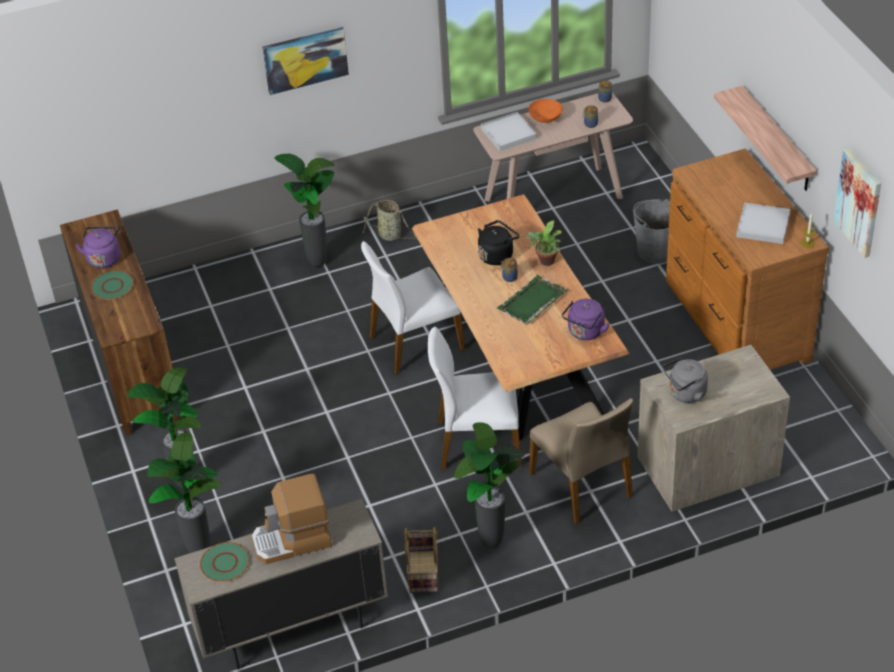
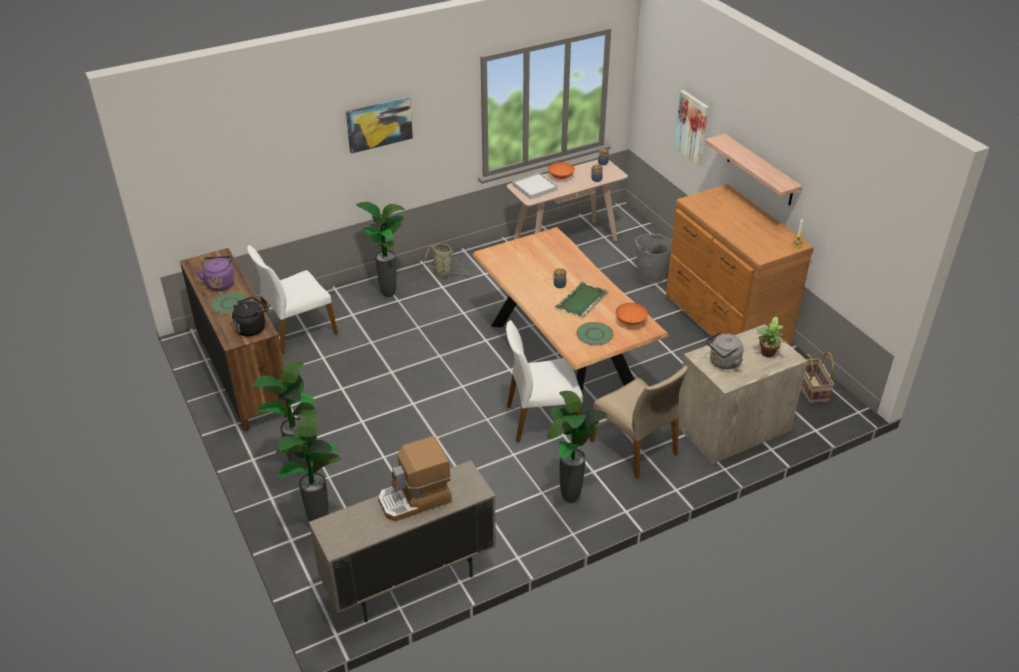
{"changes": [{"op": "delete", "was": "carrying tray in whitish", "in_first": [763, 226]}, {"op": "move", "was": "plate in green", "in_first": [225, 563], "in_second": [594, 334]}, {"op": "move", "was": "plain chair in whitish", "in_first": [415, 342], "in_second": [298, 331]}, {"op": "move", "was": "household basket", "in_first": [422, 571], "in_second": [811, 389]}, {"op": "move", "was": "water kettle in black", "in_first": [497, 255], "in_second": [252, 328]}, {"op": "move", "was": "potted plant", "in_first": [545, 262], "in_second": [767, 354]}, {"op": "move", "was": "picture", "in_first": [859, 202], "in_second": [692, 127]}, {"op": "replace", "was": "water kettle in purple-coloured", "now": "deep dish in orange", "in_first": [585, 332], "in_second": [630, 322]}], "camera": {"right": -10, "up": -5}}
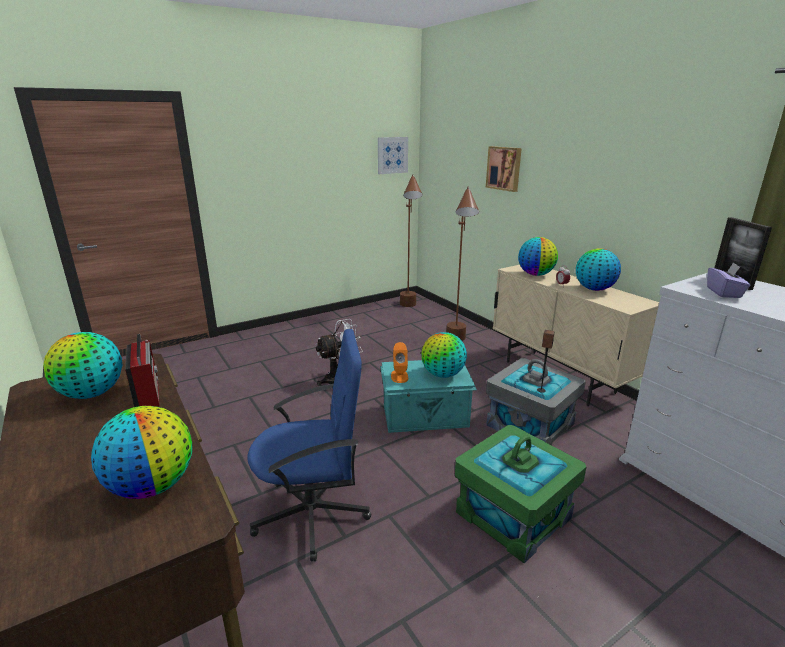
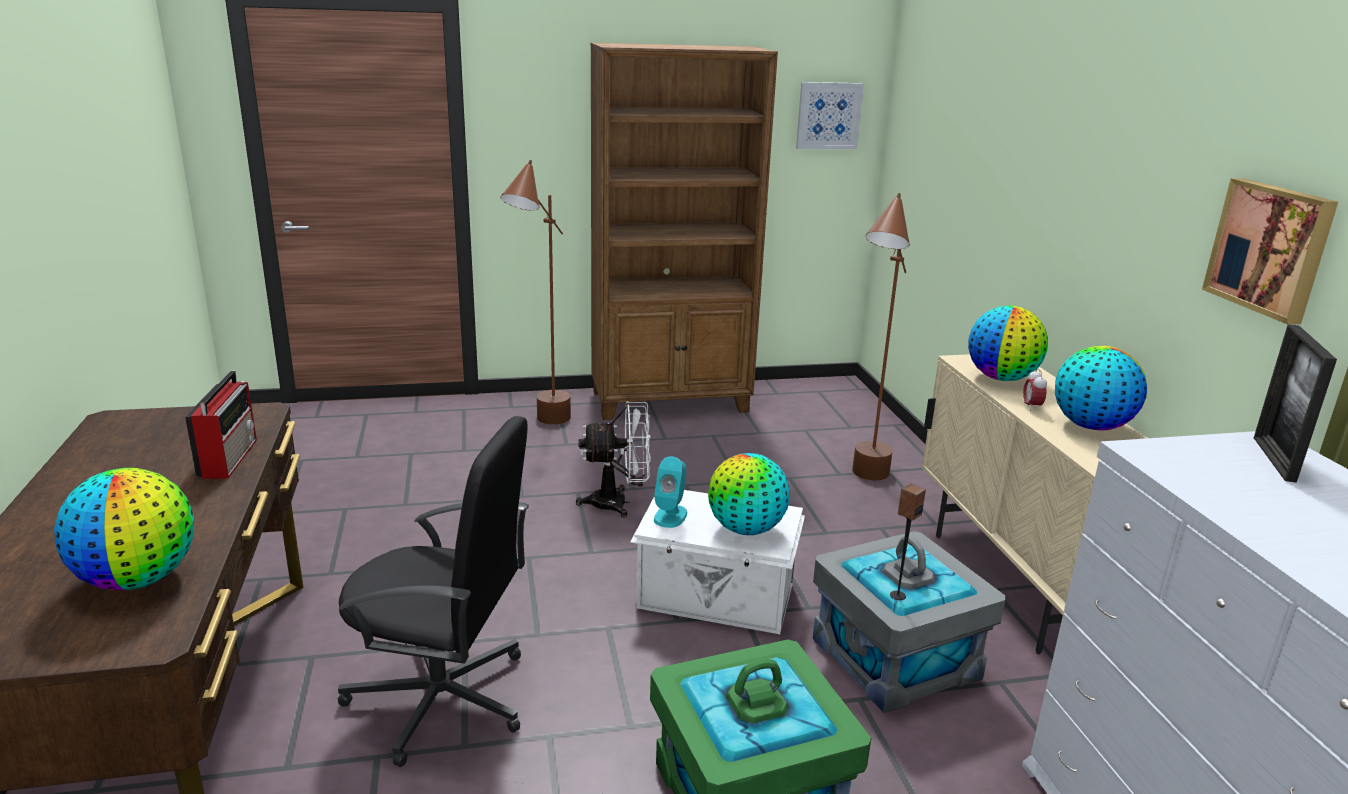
{"changes": [{"op": "delete", "was": "desk globe", "in_first": [92, 394]}, {"op": "delete", "was": "tissue box in purple-coloured", "in_first": [724, 293]}, {"op": "insert", "now": "bookcase in brown-coloured", "in_second": [671, 402]}, {"op": "move", "was": "standing lamp in brown-coloured", "in_first": [409, 309], "in_second": [542, 428]}, {"op": "move", "was": "picture", "in_first": [504, 168], "in_second": [1271, 248]}, {"op": "recolor", "was": "computer chair in blue", "now": "computer chair in black", "in_first": [313, 513], "in_second": [443, 699]}, {"op": "recolor", "was": "storage box in blue-green", "now": "storage box in whitish", "in_first": [425, 416], "in_second": [717, 597]}, {"op": "recolor", "was": "speaker in orange", "now": "speaker in blue-green", "in_first": [399, 376], "in_second": [670, 516]}], "camera": {"right": 20, "up": 0}}
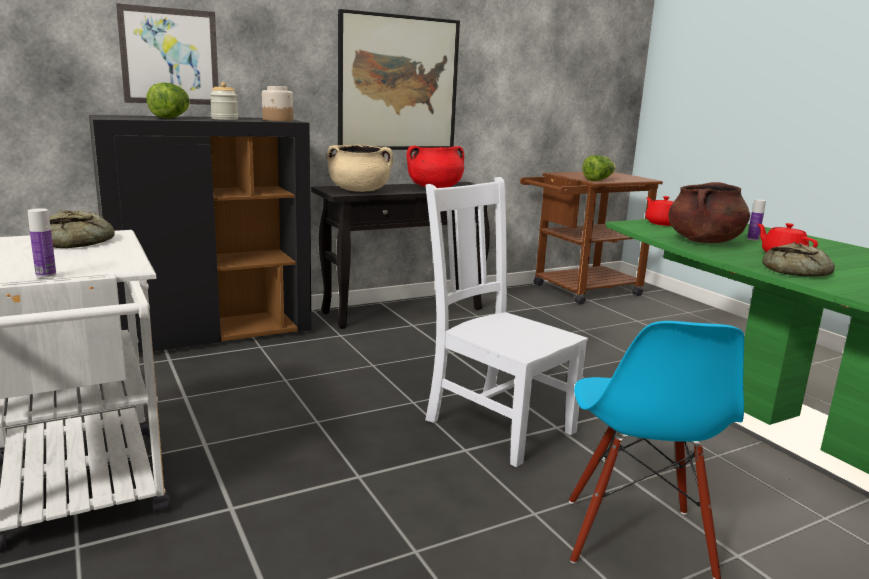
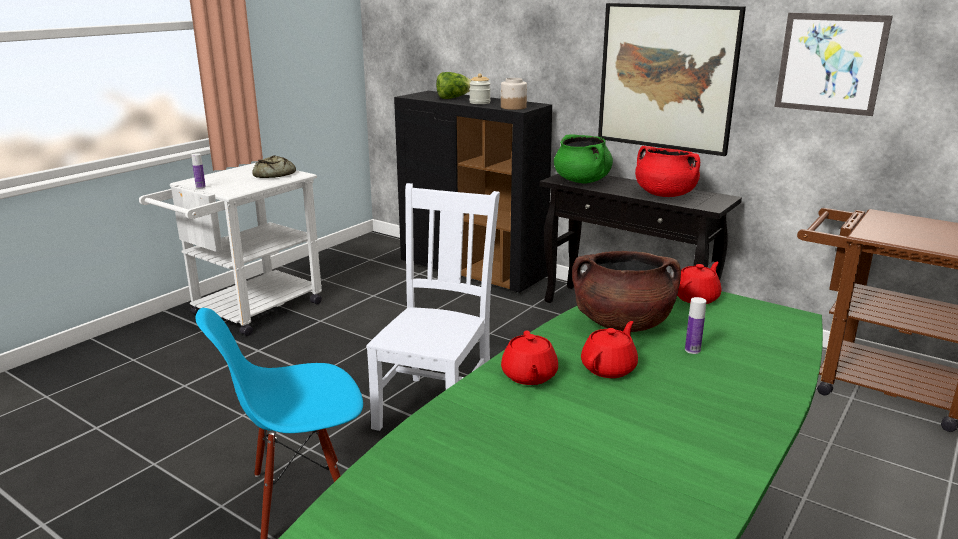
{"changes": [{"op": "delete", "was": "head of lettuce", "in_first": [598, 180]}, {"op": "move", "was": "picture", "in_first": [170, 56], "in_second": [830, 63]}, {"op": "replace", "was": "baked bread", "now": "pot for tea in red", "in_first": [797, 271], "in_second": [529, 376]}, {"op": "recolor", "was": "cooking pot in beige", "now": "cooking pot in green", "in_first": [359, 191], "in_second": [582, 181]}], "camera": {"right": 65, "up": 5}}
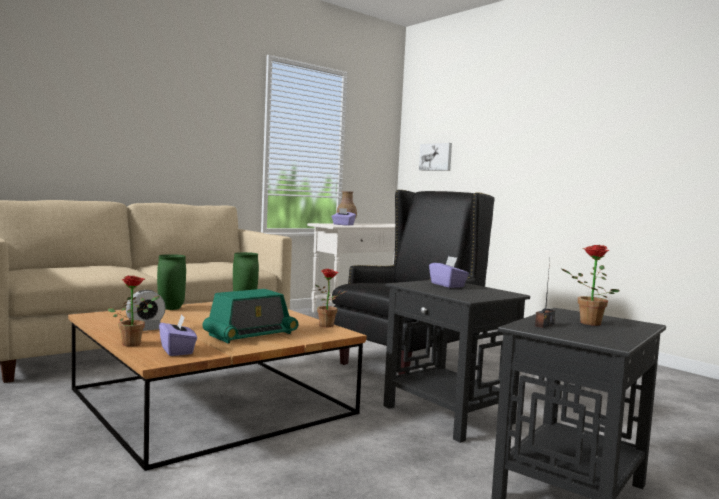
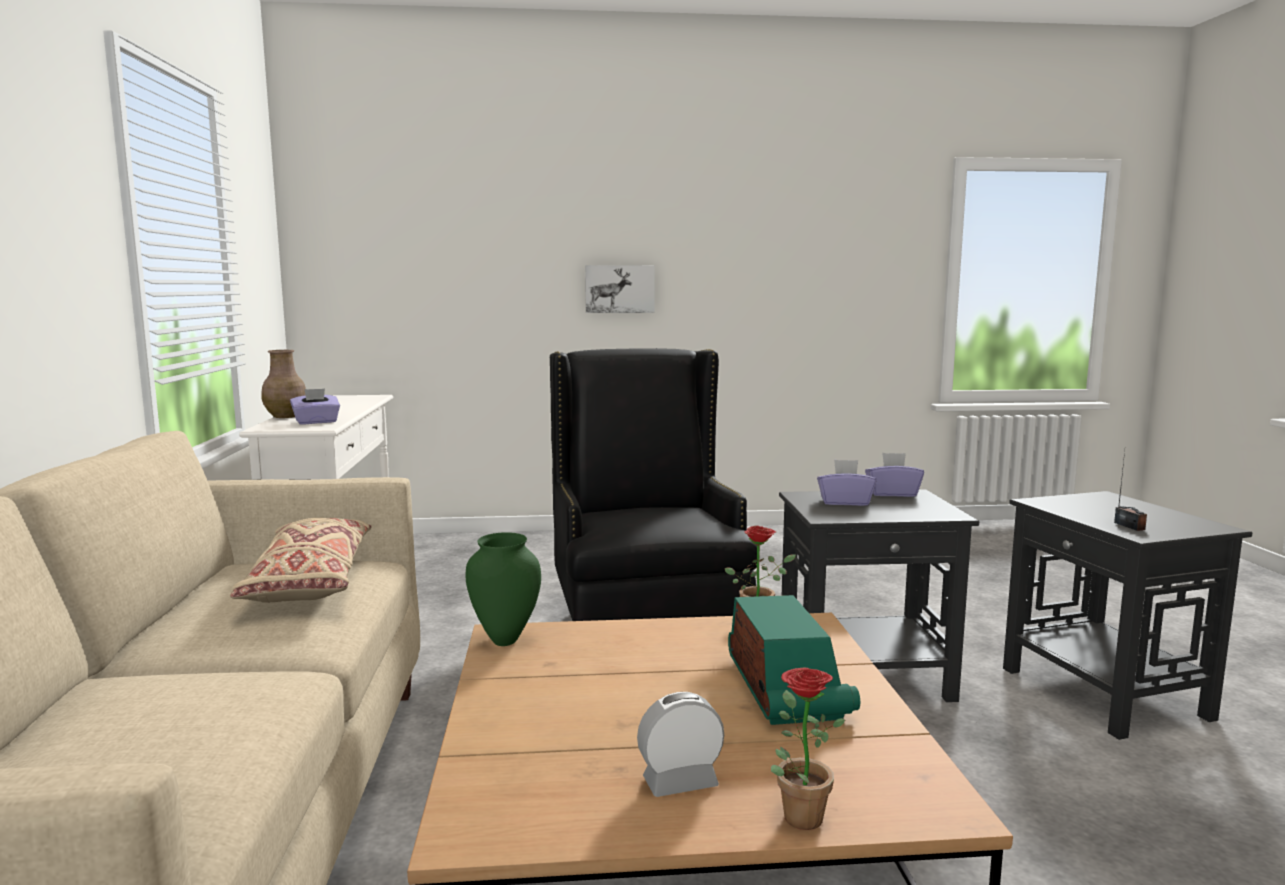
{"changes": [{"op": "delete", "was": "vase in green", "in_first": [172, 308]}, {"op": "delete", "was": "potted plant", "in_first": [586, 323]}, {"op": "insert", "now": "pillow in beige", "in_second": [310, 581]}, {"op": "move", "was": "tissue box in purple-coloured", "in_first": [177, 351], "in_second": [892, 493]}, {"op": "move", "was": "picture", "in_first": [436, 157], "in_second": [619, 289]}, {"op": "rotate", "was": "table clock", "in_first": [145, 329], "in_second": [680, 782], "clockwise": -105}], "camera": {"right": -55, "up": 5}}
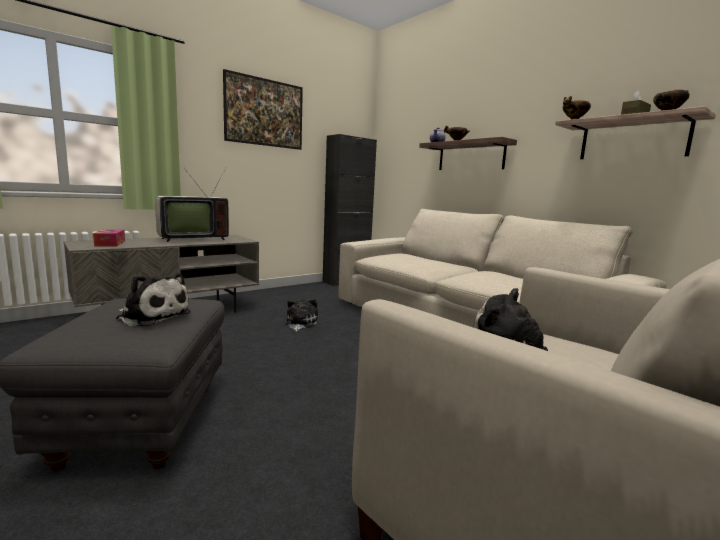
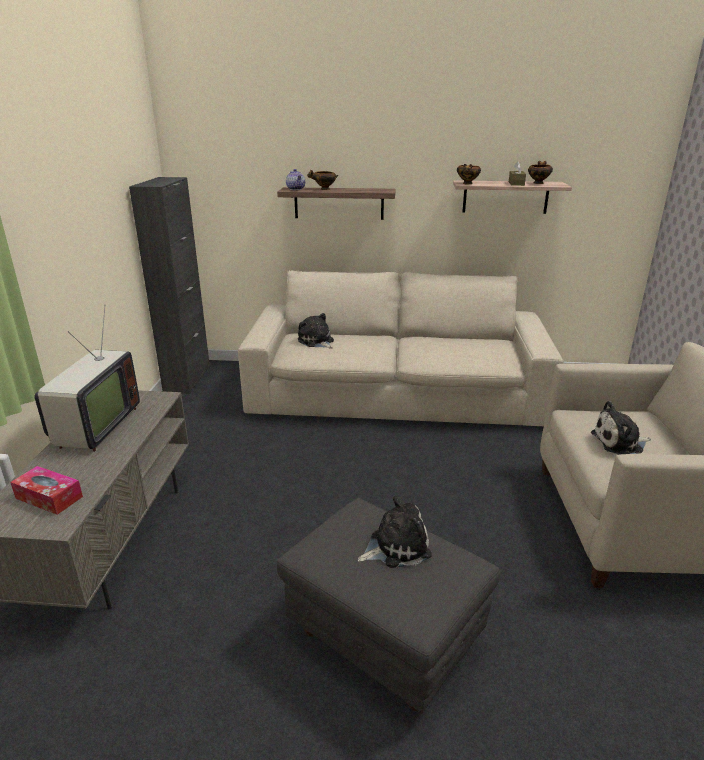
{"changes": [{"op": "delete", "was": "picture", "in_first": [264, 129]}, {"op": "move", "was": "cuddly toy", "in_first": [300, 323], "in_second": [316, 341]}], "camera": {"right": -45, "up": 15}}
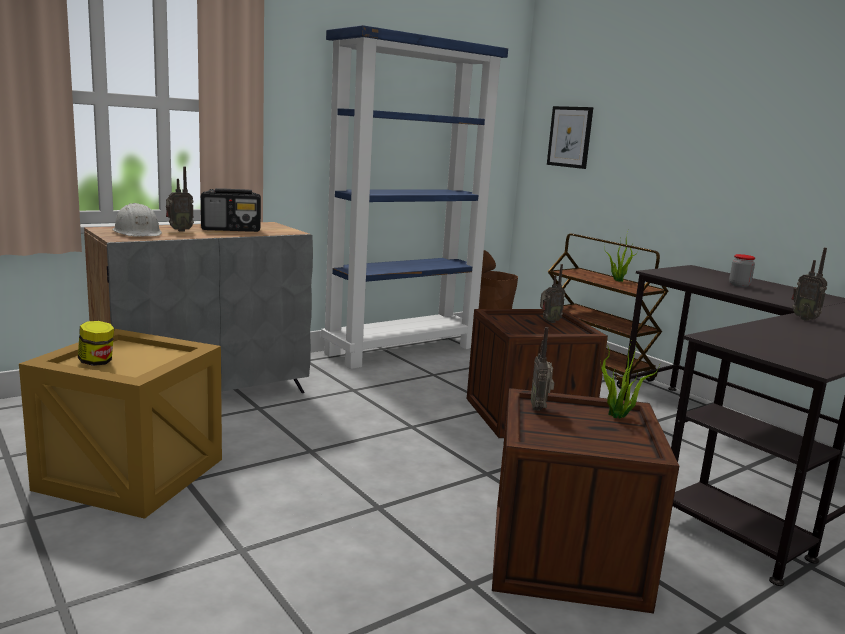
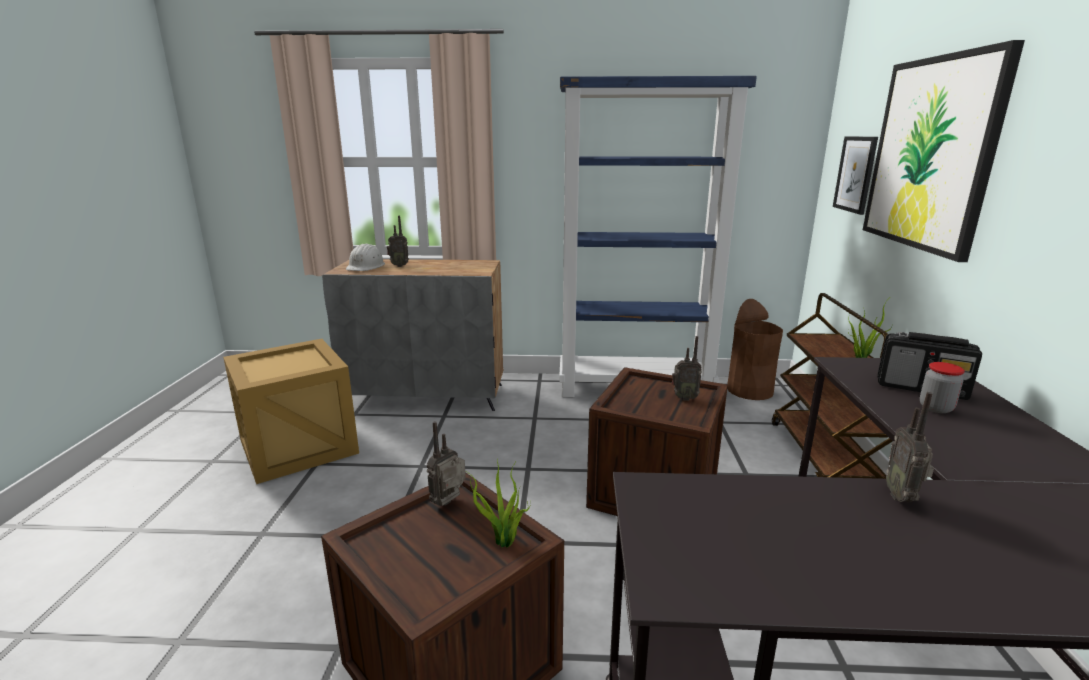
{"changes": [{"op": "delete", "was": "preserve jar", "in_first": [97, 362]}, {"op": "insert", "now": "picture", "in_second": [931, 154]}, {"op": "move", "was": "radio", "in_first": [232, 230], "in_second": [922, 388]}], "camera": {"right": 40, "up": 5}}
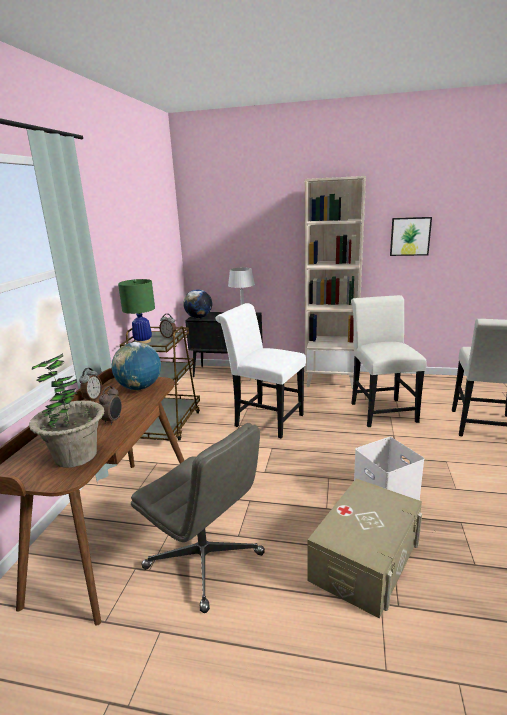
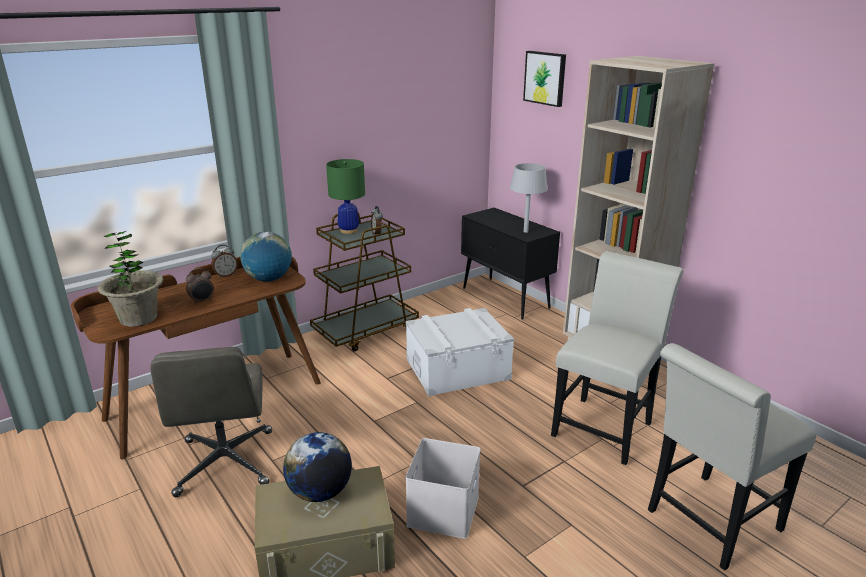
{"changes": [{"op": "move", "was": "desk globe", "in_first": [199, 317], "in_second": [320, 492]}, {"op": "move", "was": "picture", "in_first": [410, 236], "in_second": [545, 78]}, {"op": "replace", "was": "plain chair in whitish", "now": "storage box in whitish", "in_first": [264, 419], "in_second": [457, 369]}], "camera": {"right": 40, "up": 5}}
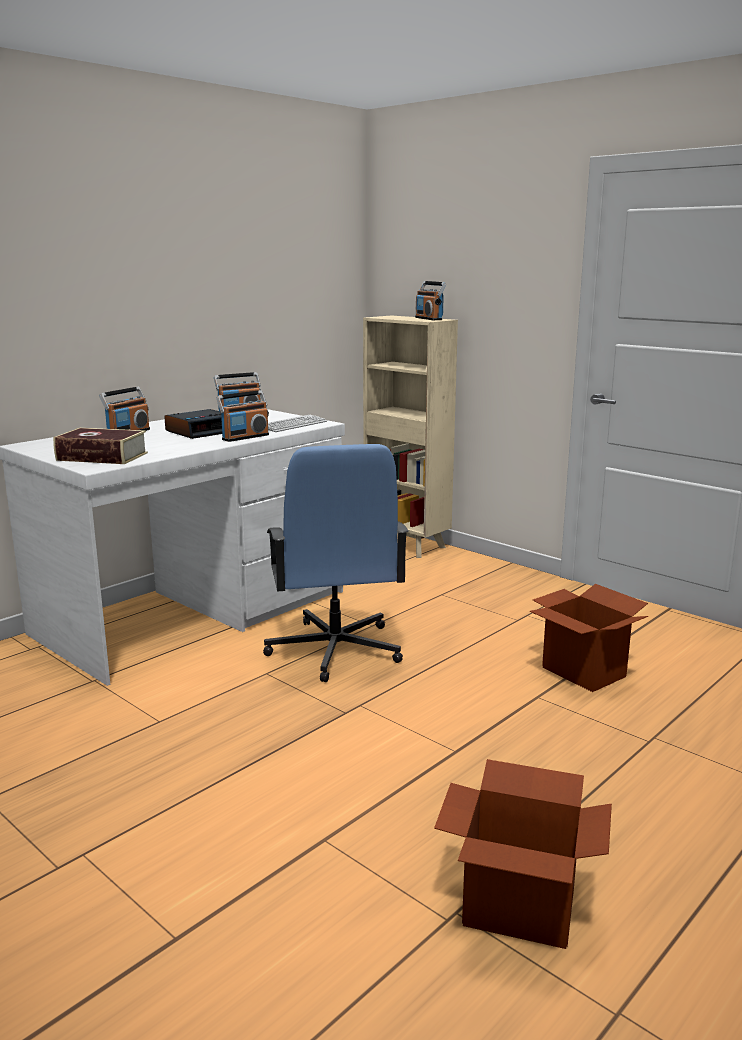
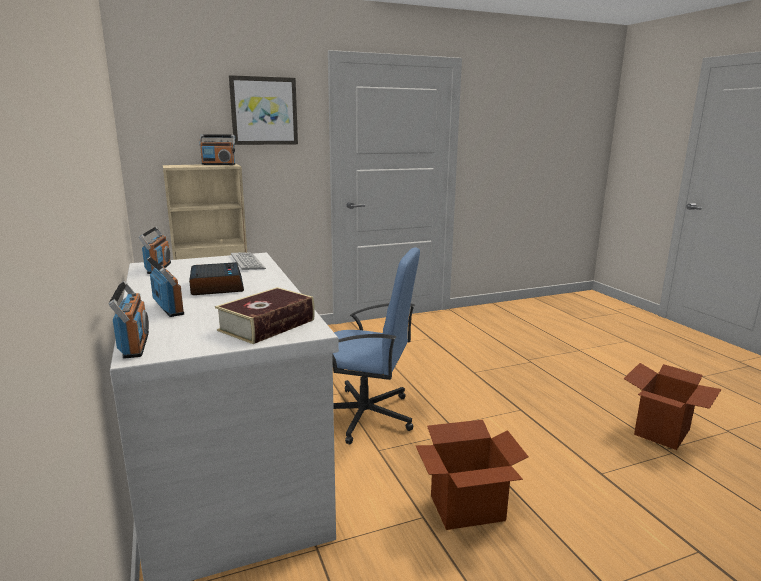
{"changes": [{"op": "insert", "now": "picture", "in_second": [264, 111]}, {"op": "move", "was": "radio", "in_first": [245, 437], "in_second": [135, 345]}, {"op": "move", "was": "cardboard box", "in_first": [583, 672], "in_second": [466, 508]}], "camera": {"right": -65, "up": 0}}
